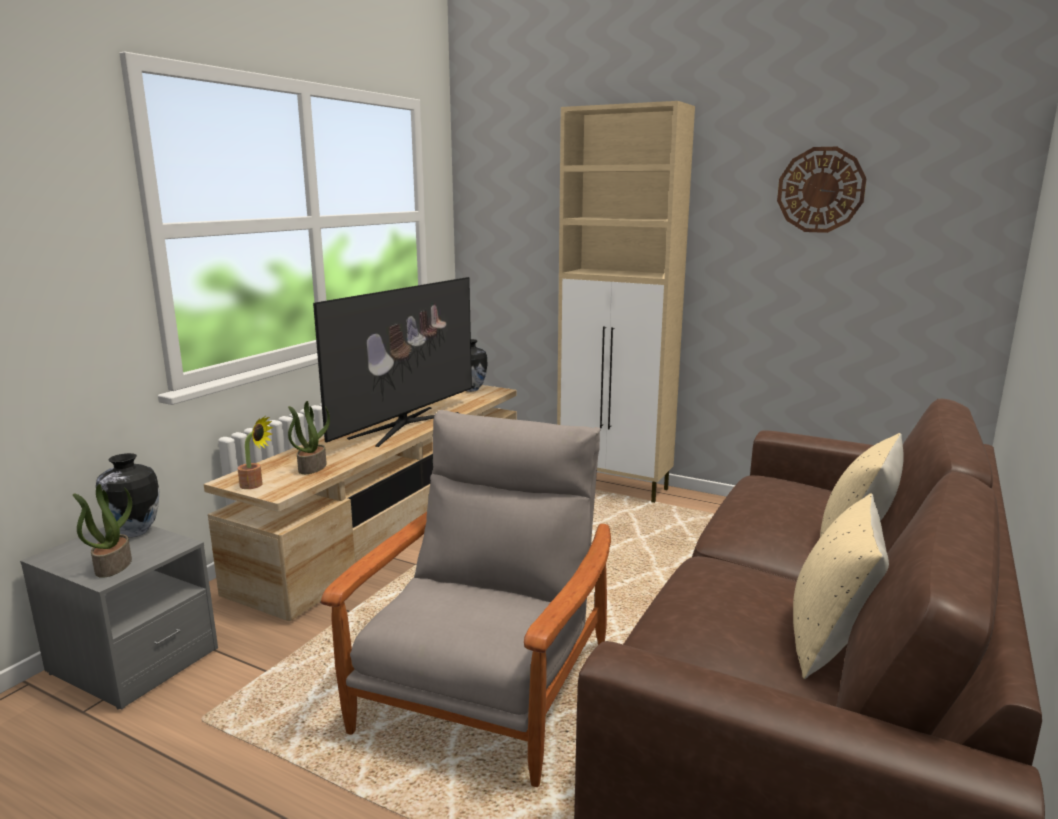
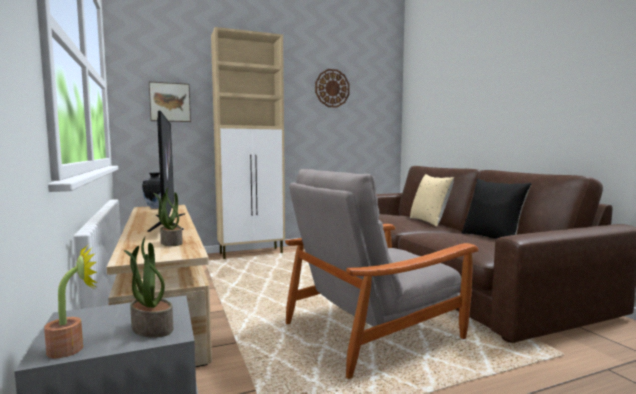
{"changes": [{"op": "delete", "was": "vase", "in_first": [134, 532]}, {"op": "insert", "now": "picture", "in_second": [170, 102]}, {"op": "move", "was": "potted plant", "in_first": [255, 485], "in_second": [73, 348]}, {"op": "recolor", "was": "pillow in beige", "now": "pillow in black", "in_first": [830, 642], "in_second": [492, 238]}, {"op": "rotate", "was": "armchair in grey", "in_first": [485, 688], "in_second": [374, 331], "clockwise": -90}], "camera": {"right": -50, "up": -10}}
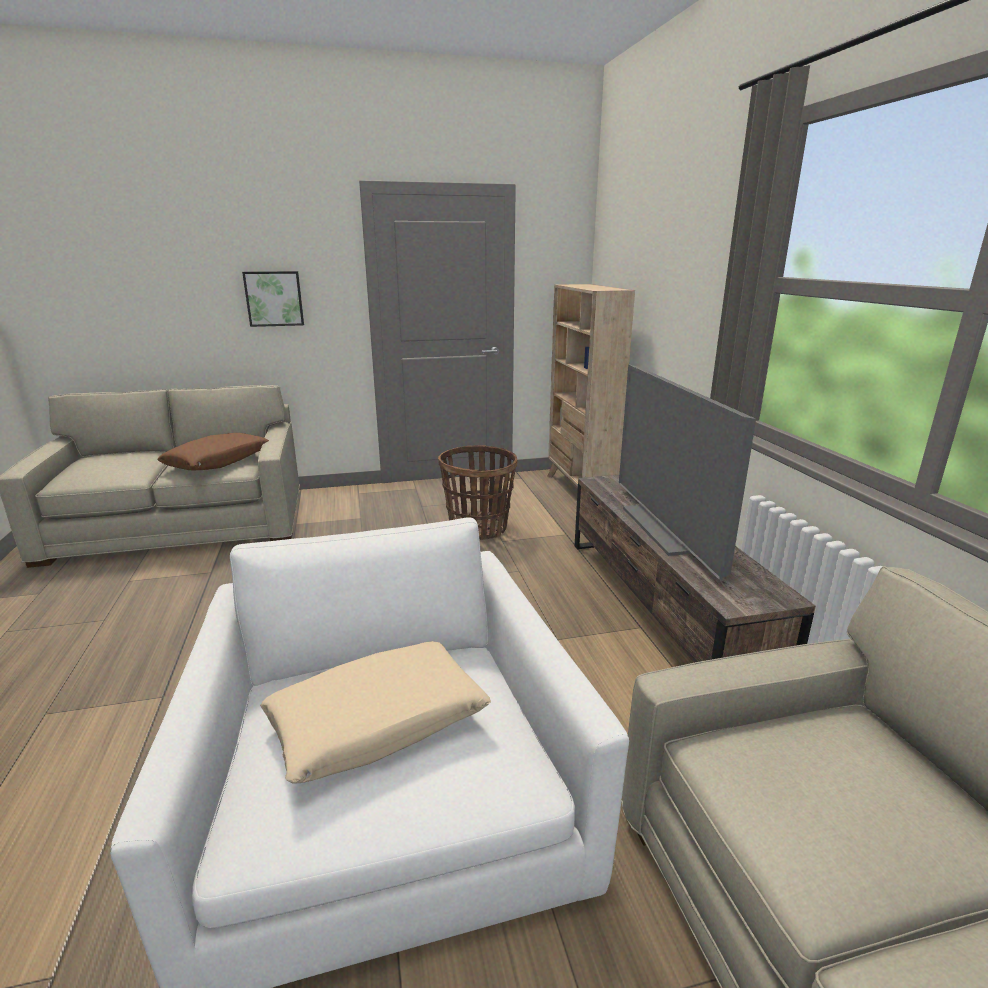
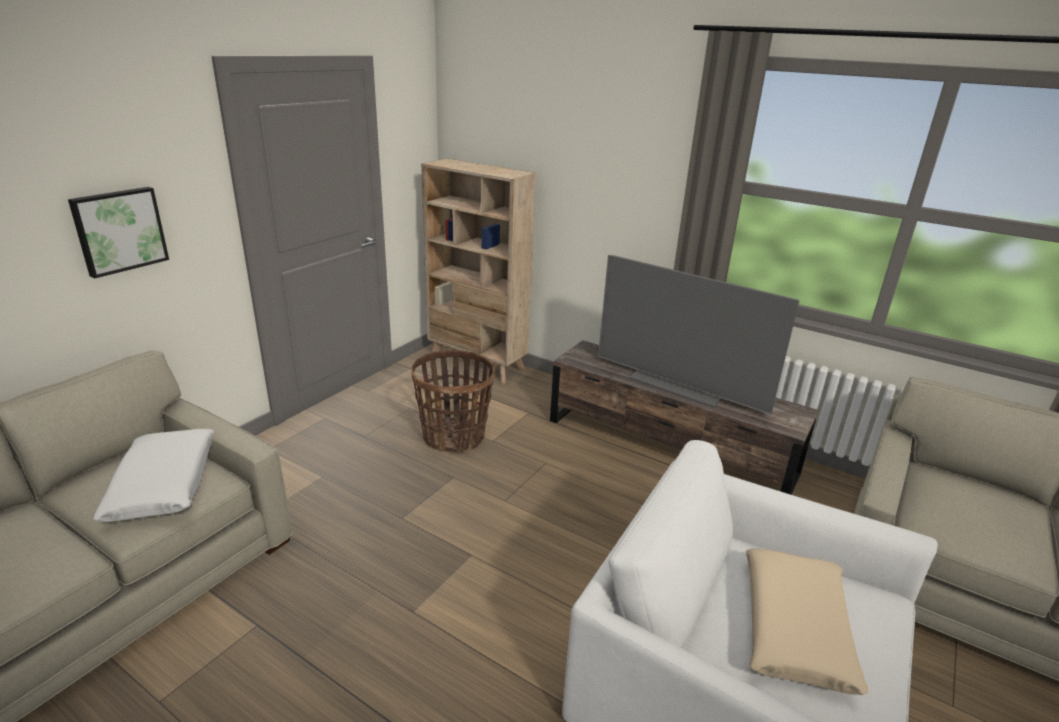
{"changes": [{"op": "recolor", "was": "pillow in brown-coloured", "now": "pillow in whitish", "in_first": [218, 461], "in_second": [164, 484]}], "camera": {"right": -45, "up": 5}}
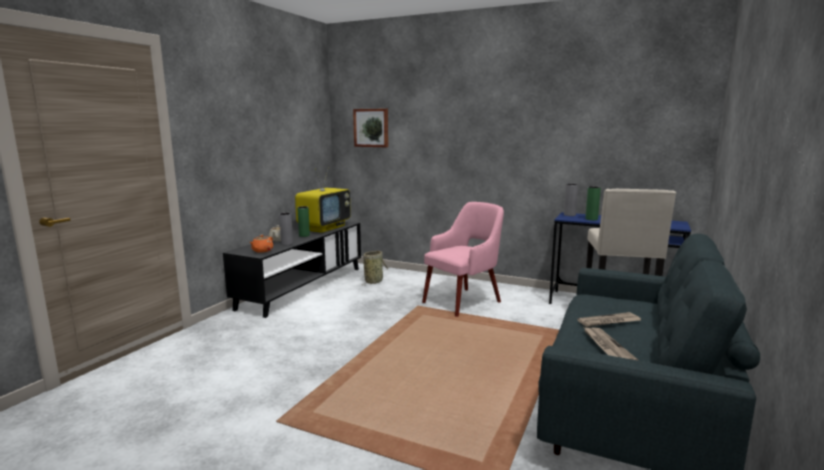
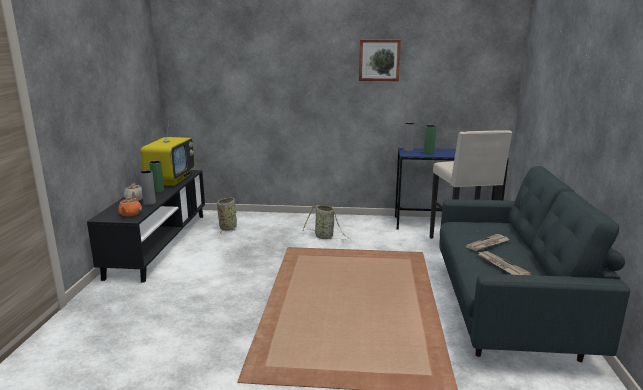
{"changes": [{"op": "move", "was": "picture", "in_first": [371, 128], "in_second": [379, 60]}, {"op": "replace", "was": "armchair in pink", "now": "household basket", "in_first": [463, 301], "in_second": [325, 237]}], "camera": {"right": -20, "up": 5}}
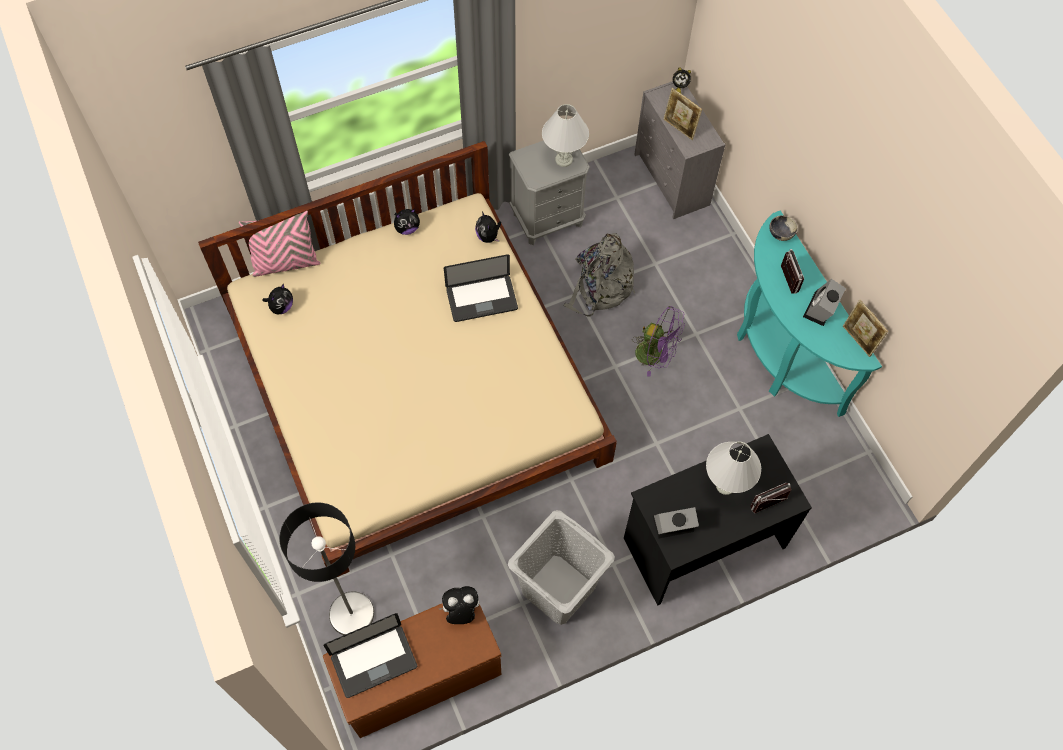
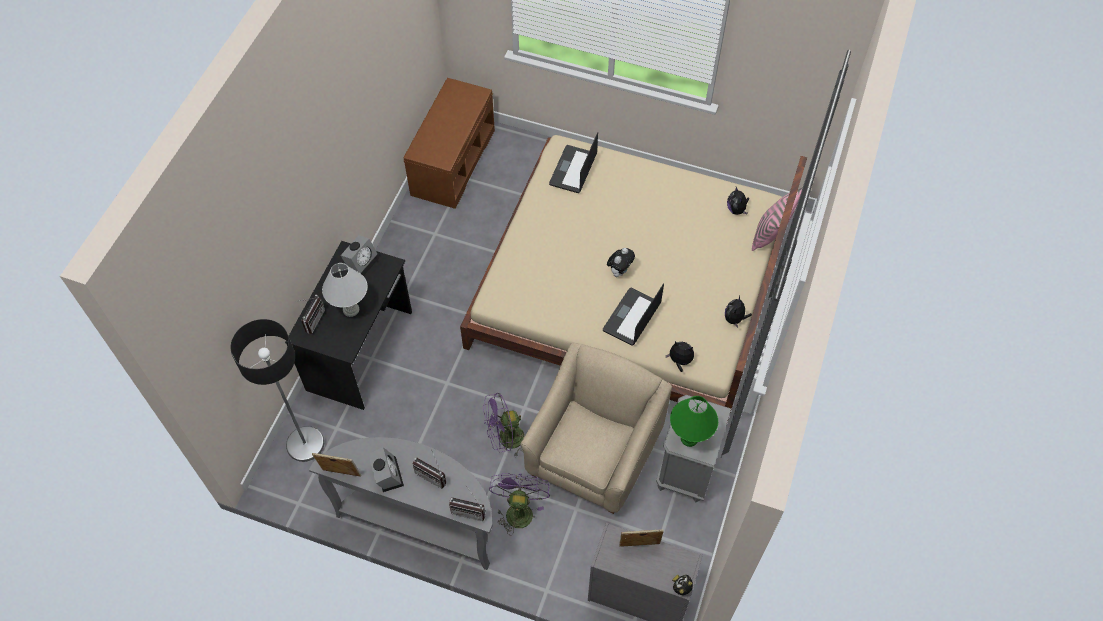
{"changes": [{"op": "delete", "was": "laundry basket in grey", "in_first": [557, 588]}, {"op": "insert", "now": "fan in purple-coloured", "in_second": [518, 509]}, {"op": "move", "was": "standing lamp", "in_first": [352, 614], "in_second": [305, 444]}, {"op": "move", "was": "laptop", "in_first": [374, 661], "in_second": [573, 170]}, {"op": "move", "was": "cuddly toy", "in_first": [460, 612], "in_second": [619, 271]}, {"op": "replace", "was": "knapsack in grey", "now": "armchair in beige", "in_first": [599, 287], "in_second": [594, 453]}, {"op": "replace", "was": "deep dish", "now": "radio", "in_first": [780, 234], "in_second": [469, 510]}, {"op": "recolor", "was": "tabletop lamp in whitish", "now": "tabletop lamp in green", "in_first": [564, 160], "in_second": [688, 438]}, {"op": "recolor", "was": "hall table in blue-green", "now": "hall table in grey", "in_first": [780, 354], "in_second": [421, 521]}], "camera": {"right": 135, "up": -5}}
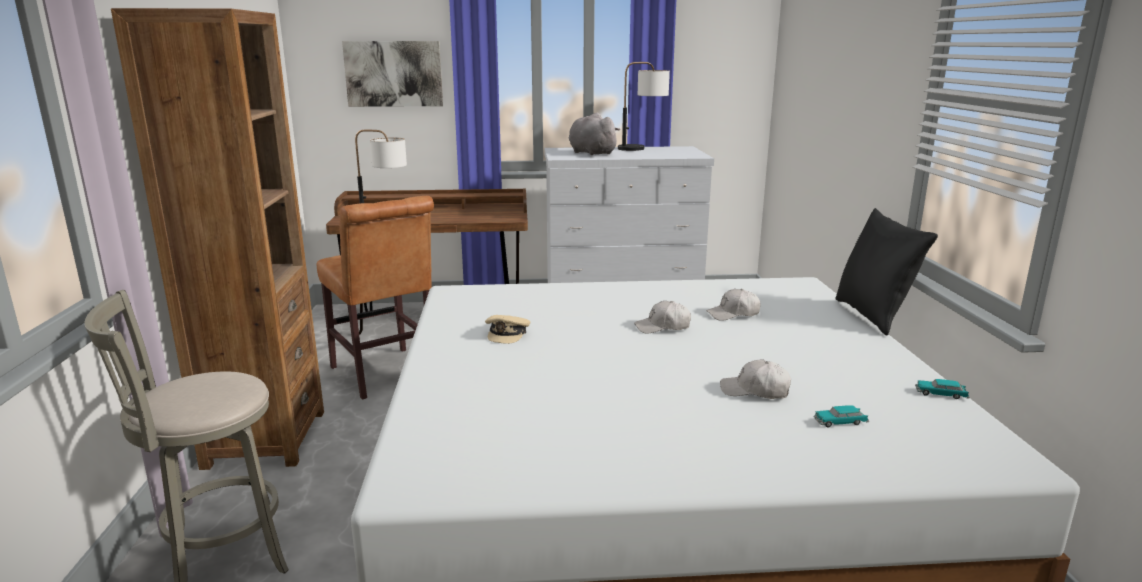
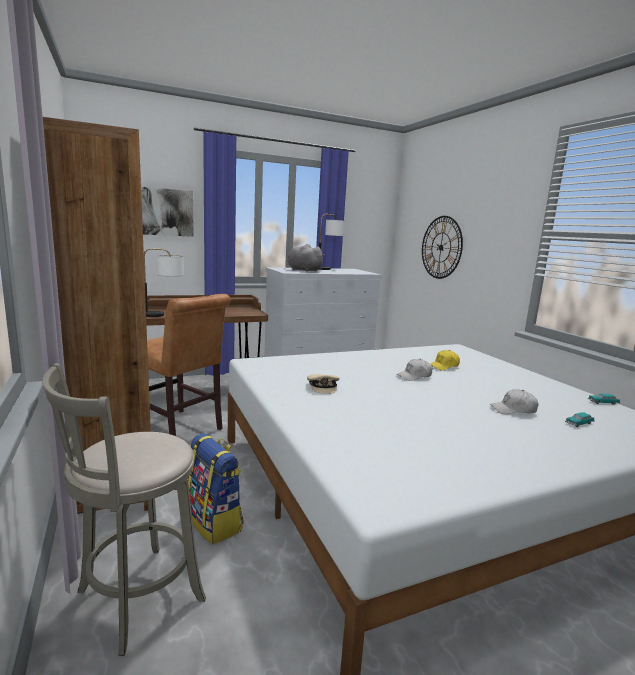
{"changes": [{"op": "delete", "was": "pillow in black", "in_first": [873, 316]}, {"op": "insert", "now": "knapsack", "in_second": [215, 522]}, {"op": "insert", "now": "wall clock", "in_second": [441, 247]}, {"op": "recolor", "was": "peaked cap in whitish", "now": "peaked cap in yellowish", "in_first": [733, 314], "in_second": [444, 366]}], "camera": {"right": -20, "up": -5}}
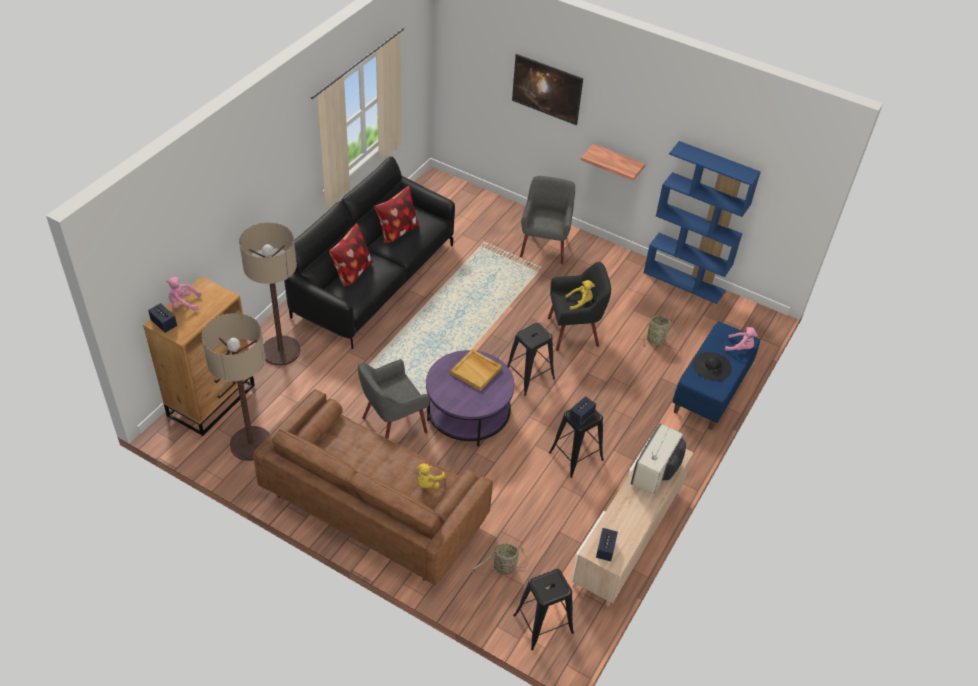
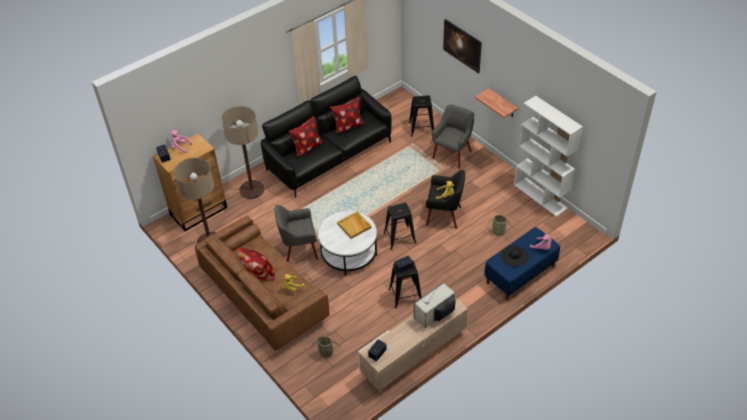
{"changes": [{"op": "insert", "now": "pillow", "in_second": [258, 274]}, {"op": "move", "was": "sitting stool in black", "in_first": [543, 624], "in_second": [421, 128]}, {"op": "recolor", "was": "low table in purple-coloured", "now": "low table in whitish", "in_first": [468, 413], "in_second": [348, 253]}, {"op": "recolor", "was": "bookcase in blue", "now": "bookcase in whitish", "in_first": [684, 281], "in_second": [540, 196]}], "camera": {"right": 25, "up": 0}}
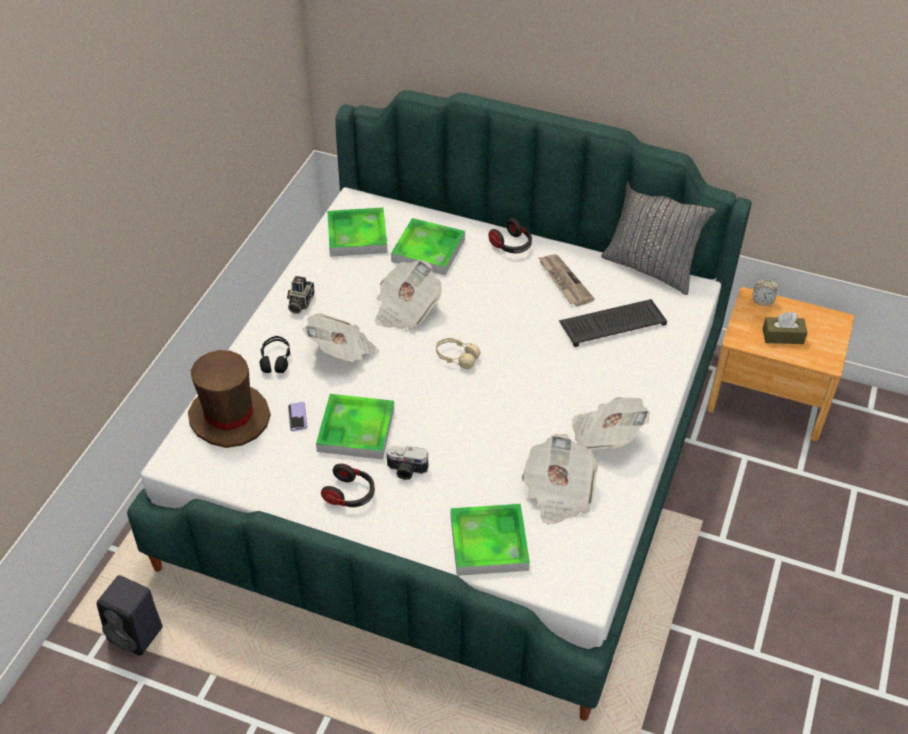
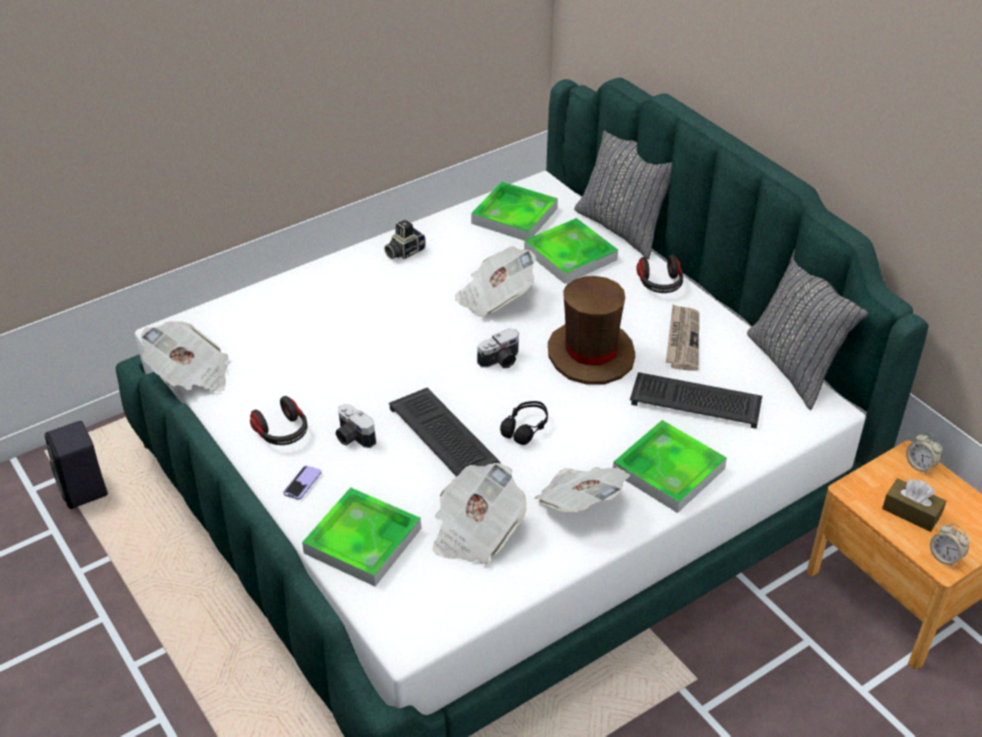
{"changes": [{"op": "insert", "now": "PC keyboard", "in_second": [445, 436]}, {"op": "insert", "now": "pillow in grey", "in_second": [623, 227]}, {"op": "insert", "now": "table clock", "in_second": [945, 557]}, {"op": "move", "was": "wearable hat in brown-coloured", "in_first": [229, 416], "in_second": [591, 354]}, {"op": "move", "was": "pair of headphones in black", "in_first": [275, 360], "in_second": [525, 428]}, {"op": "move", "was": "telephone", "in_first": [297, 417], "in_second": [302, 483]}, {"op": "move", "was": "newspaper", "in_first": [342, 352], "in_second": [190, 375]}, {"op": "move", "was": "carrying tray", "in_first": [356, 430], "in_second": [668, 470]}, {"op": "replace", "was": "pair of headphones in beige", "now": "photo camera", "in_first": [456, 357], "in_second": [501, 361]}], "camera": {"right": 35, "up": -5}}
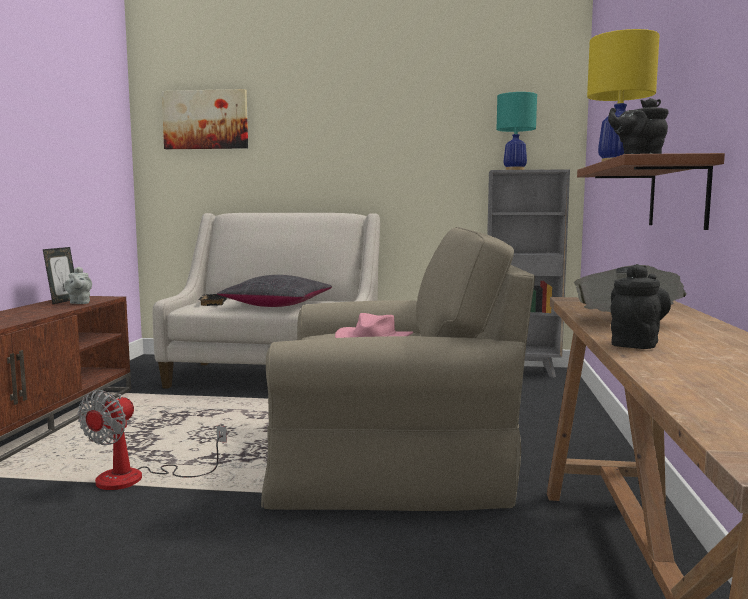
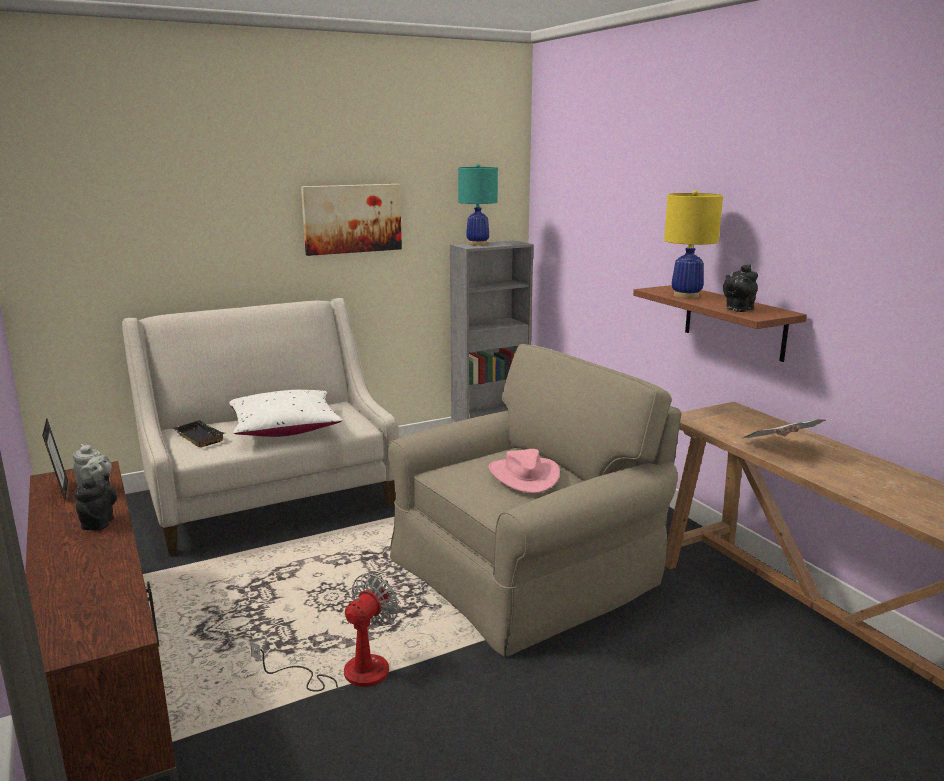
{"changes": [{"op": "move", "was": "picture", "in_first": [205, 120], "in_second": [352, 218]}, {"op": "move", "was": "pot for tea in black", "in_first": [636, 344], "in_second": [99, 522]}, {"op": "recolor", "was": "pillow in black", "now": "pillow in whitish", "in_first": [277, 305], "in_second": [285, 428]}, {"op": "rotate", "was": "fan", "in_first": [137, 478], "in_second": [348, 673], "clockwise": -135}], "camera": {"right": -35, "up": 10}}
